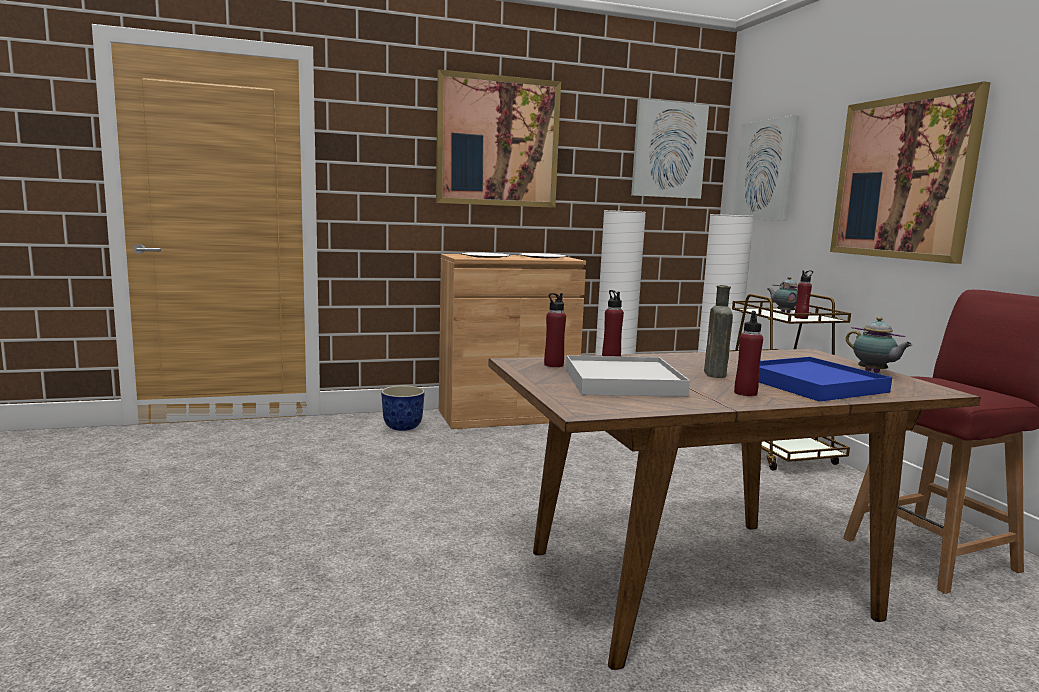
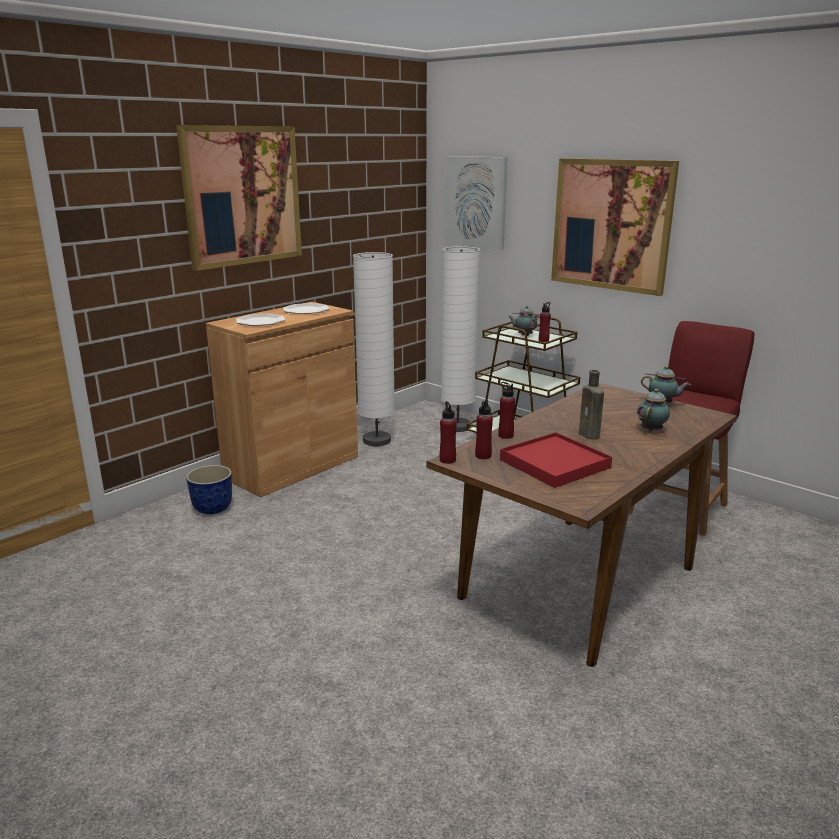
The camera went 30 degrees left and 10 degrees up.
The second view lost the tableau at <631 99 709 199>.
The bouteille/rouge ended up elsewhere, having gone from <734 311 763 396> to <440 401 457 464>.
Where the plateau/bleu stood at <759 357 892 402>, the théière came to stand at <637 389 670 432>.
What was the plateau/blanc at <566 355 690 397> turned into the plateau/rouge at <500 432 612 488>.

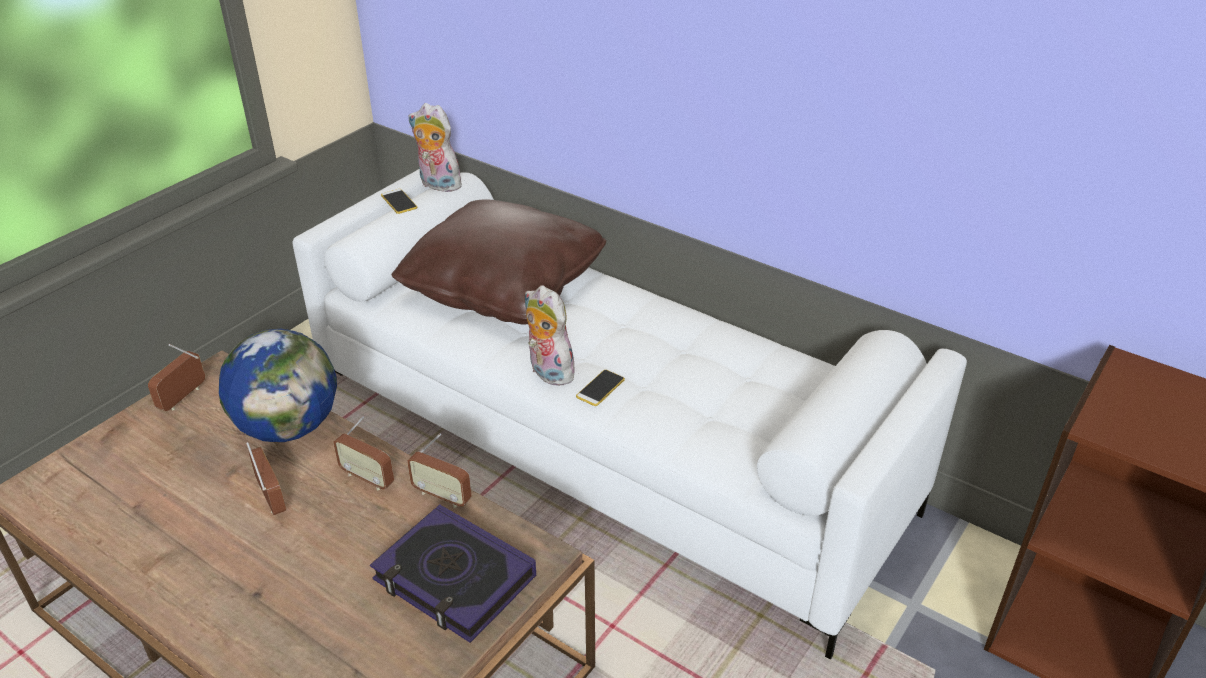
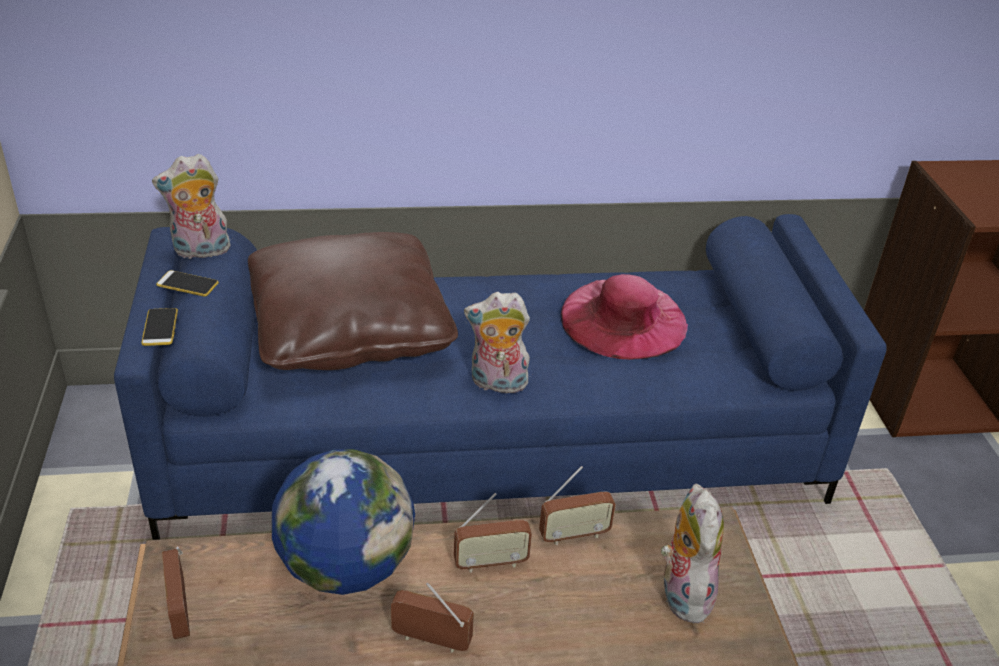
The camera went 45 degrees left and 0 degrees up.
The second view gained the chapeau/rose at <560 274 688 360>.
The téléphone ended up elsewhere, having gone from <576 370 625 406> to <141 308 178 346>.
Where the livre stood at <370 505 536 643>, the peluche came to stand at <661 484 724 623>.
What was the canapé/blanc at <293 169 967 660> turned into the canapé/bleu at <114 214 887 540>.

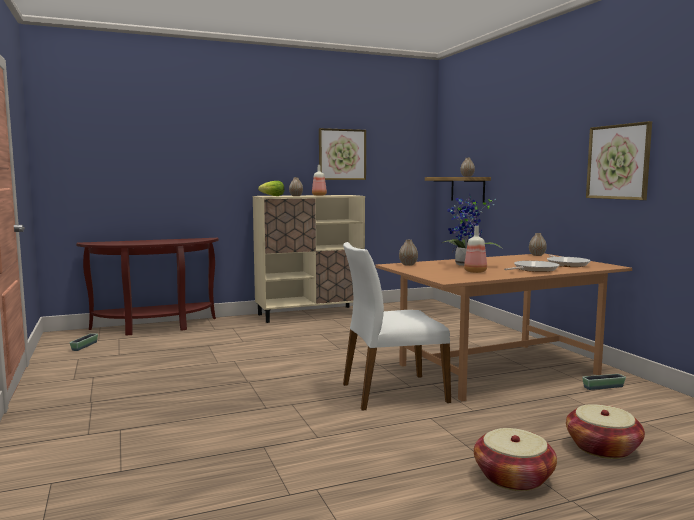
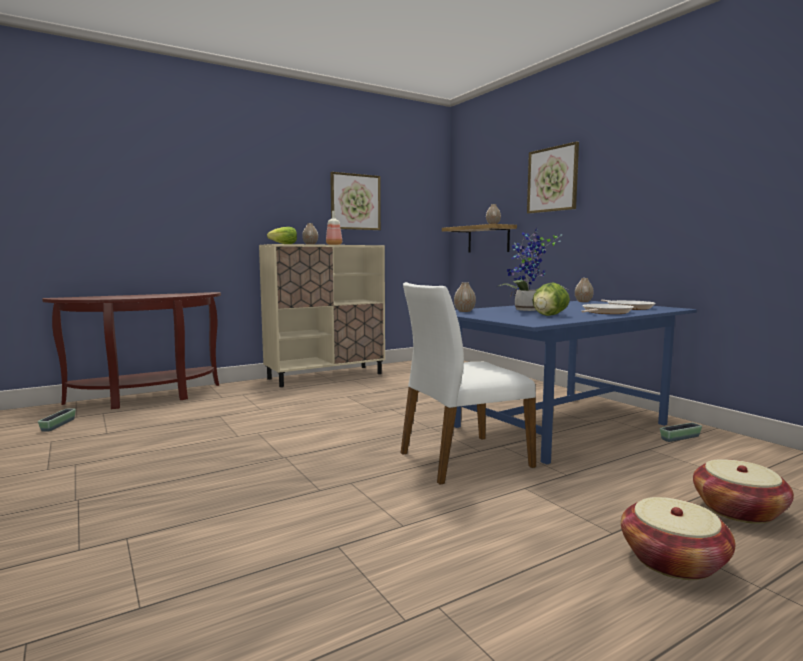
The camera went 10 degrees left and 0 degrees up.
The tableau ended up elsewhere, having gone from <586 121 652 200> to <527 142 579 213>.
Where the bouteille stood at <464 226 487 273>, the laitue came to stand at <533 282 570 316>.
What was the table à manger/marron at <375 254 632 401> turned into the table à manger/bleu at <454 301 697 465>.

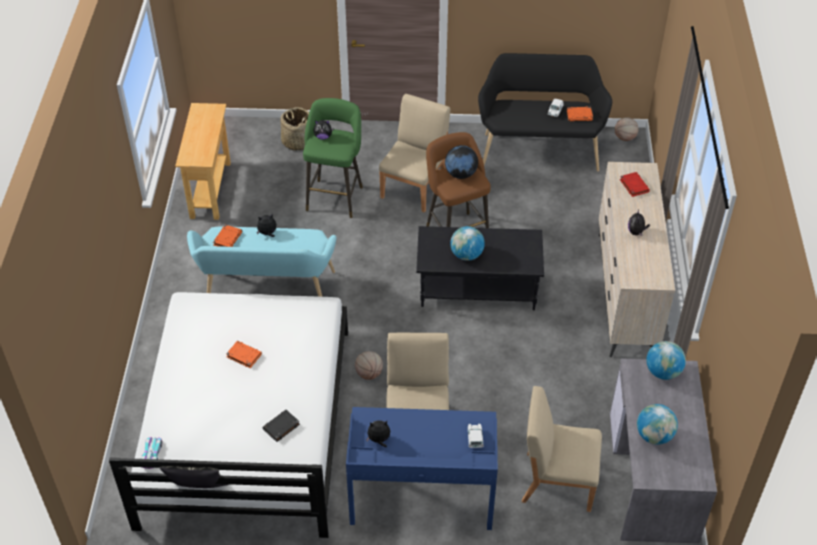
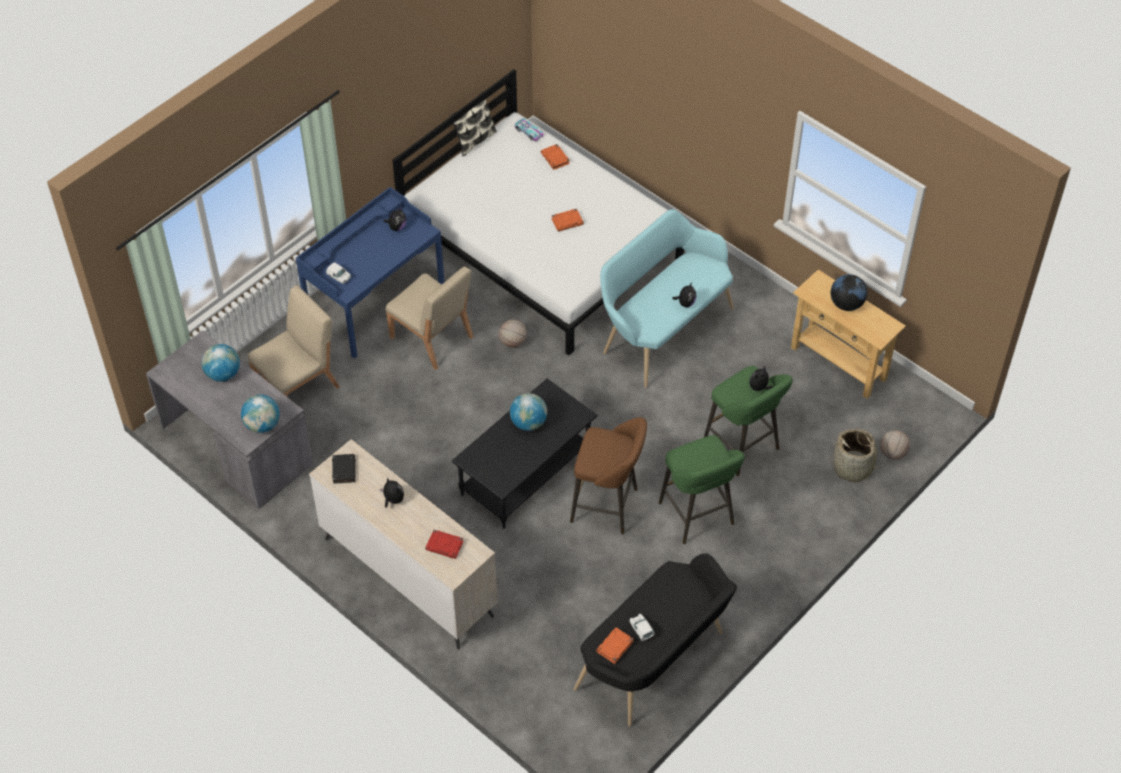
The camera went 130 degrees right and 5 degrees up.
The livre/orange ended up elsewhere, having gone from <213 225 242 247> to <541 144 570 170>.
The livre/noir ended up elsewhere, having gone from <262 410 300 442> to <332 454 356 484>.
The globe ended up elsewhere, having gone from <445 145 478 179> to <831 274 868 311>.
The ballon de basket ended up elsewhere, having gone from <615 117 639 141> to <880 430 910 460>.
Where the chaise/beige stood at <379 94 450 213>, the tabouret/vert came to stand at <659 435 745 544>.

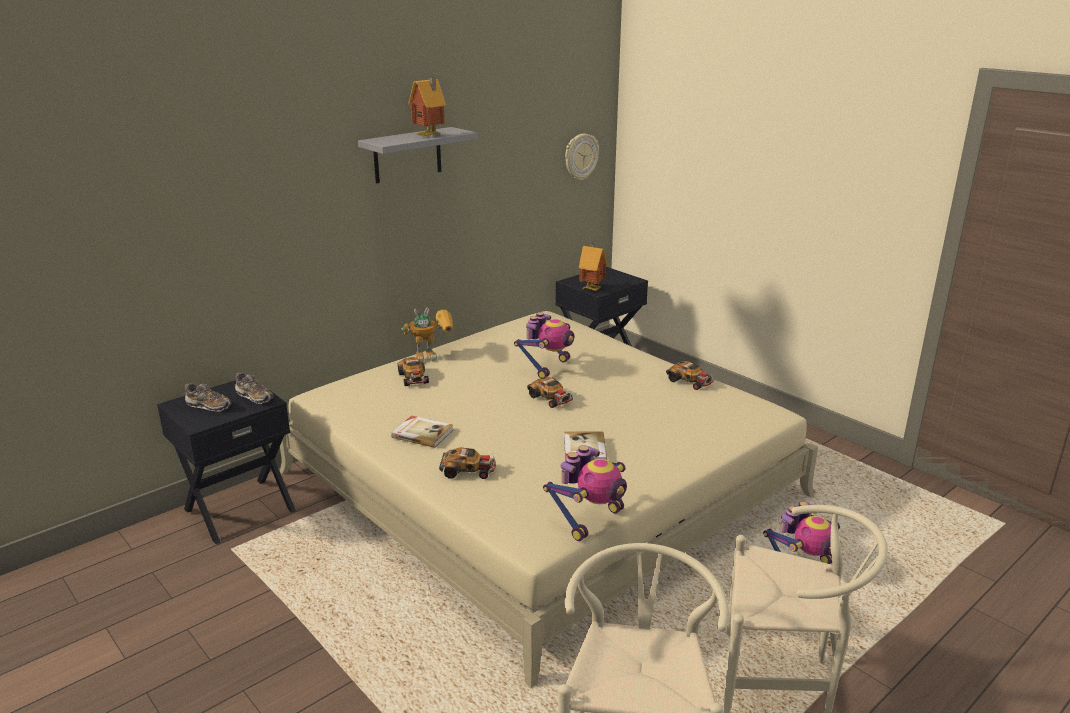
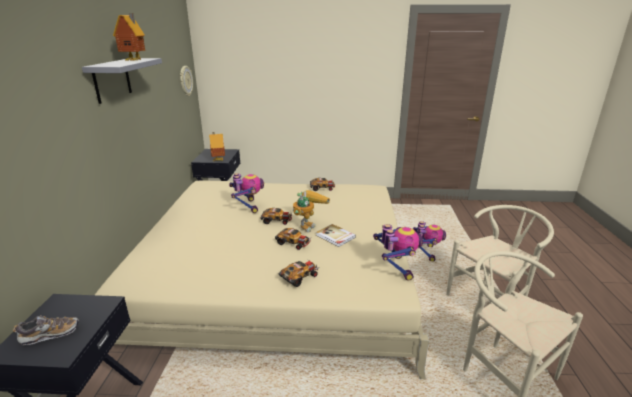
The camera went 45 degrees left and 0 degrees up.
The second view lost the chaussure at <235 372 273 404>.
The second view lost the livre at <391 416 453 448>.
The petite voiture ended up elsewhere, having gone from <398 357 429 386> to <275 228 310 250>.
The robot jouet ended up elsewhere, having gone from <401 307 453 361> to <293 190 330 233>.

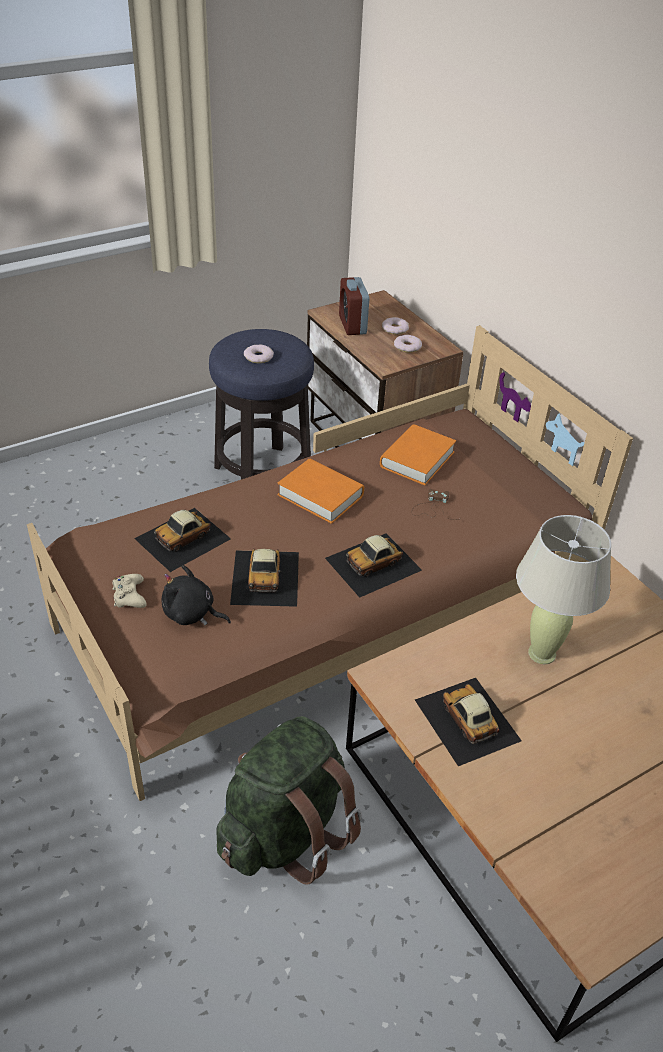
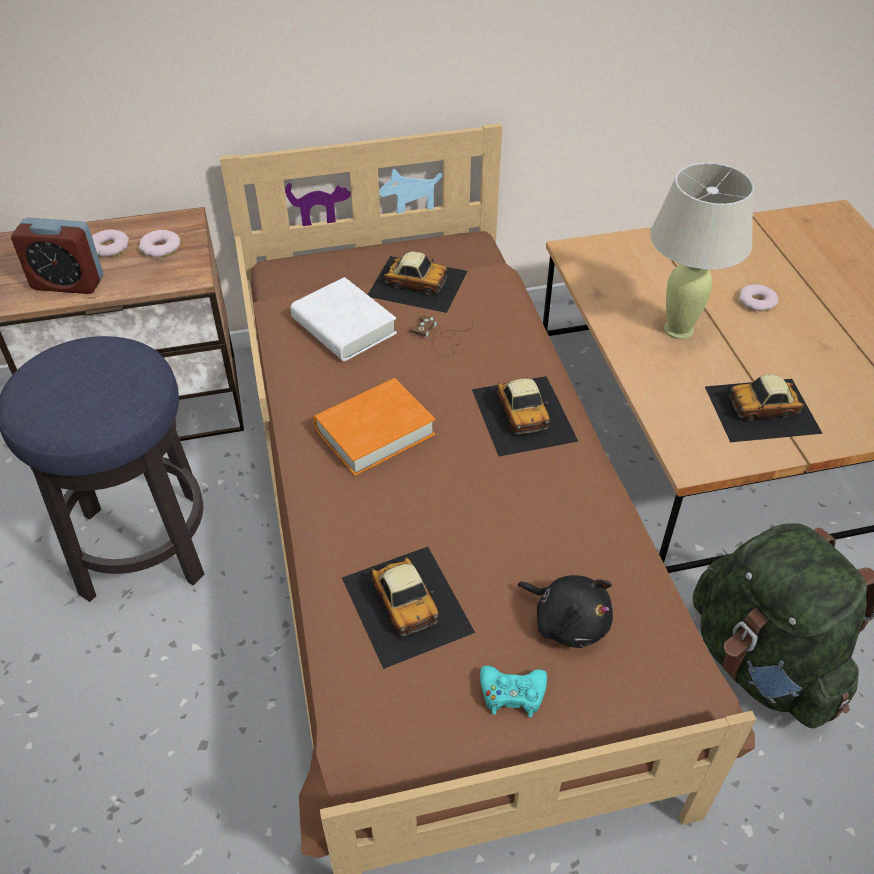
The camera went 70 degrees left and 5 degrees up.
The petite voiture ended up elsewhere, having gone from <230 549 299 607> to <367 252 467 313>.
The beignet ended up elsewhere, having gone from <244 345 274 363> to <739 284 778 311>.
What was the manette/beige at <113 574 147 608> turned into the manette/turquoise at <480 666 547 717>.
What was the livre/orange at <380 424 456 485> turned into the livre/blanc at <290 277 397 361>.
The peluche/noir at <161 565 231 626> ended up facing another way, 90 degrees counterclockwise from before.

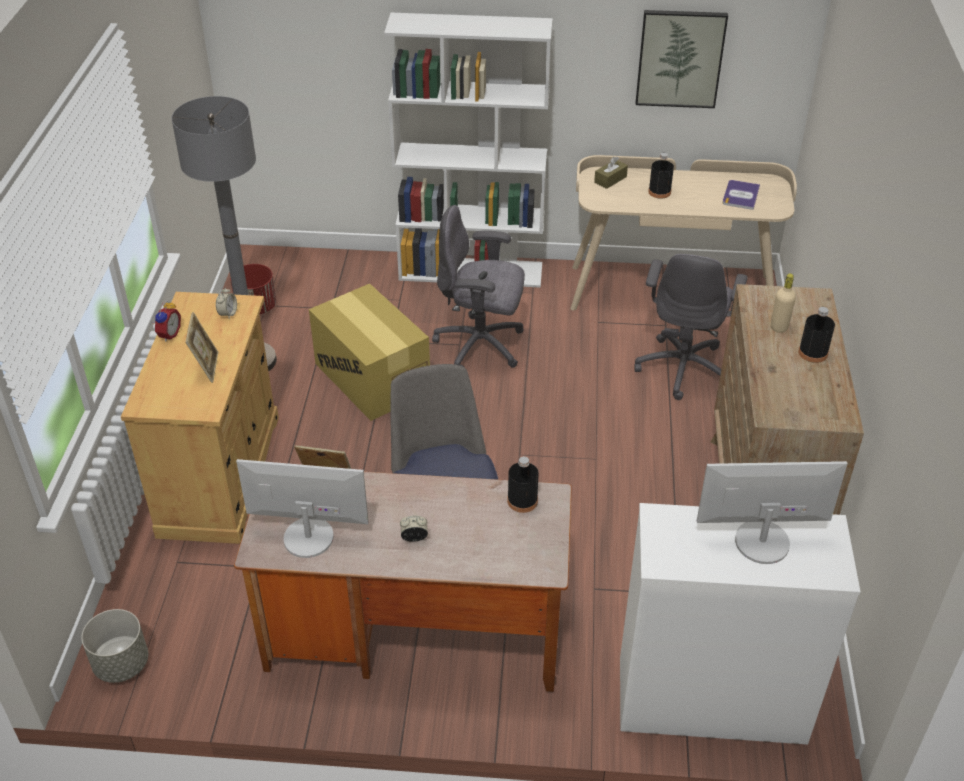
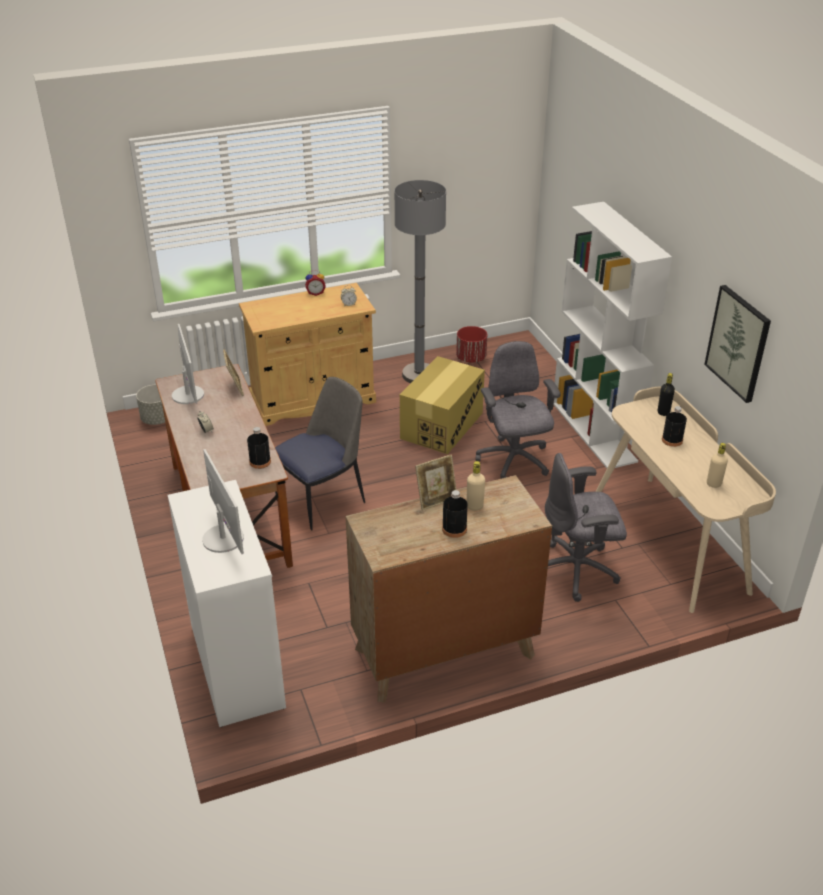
The camera went 65 degrees right and 5 degrees down.
The cadre photo ended up elsewhere, having gone from <185 312 218 383> to <415 454 456 510>.
Where the boîte à mouchoirs/marron stood at <594 156 628 189>, the bouteille/noir came to stand at <658 373 675 416>.
Where the livre stood at <723 180 760 210>, the bouteille/beige came to stand at <707 443 728 488>.

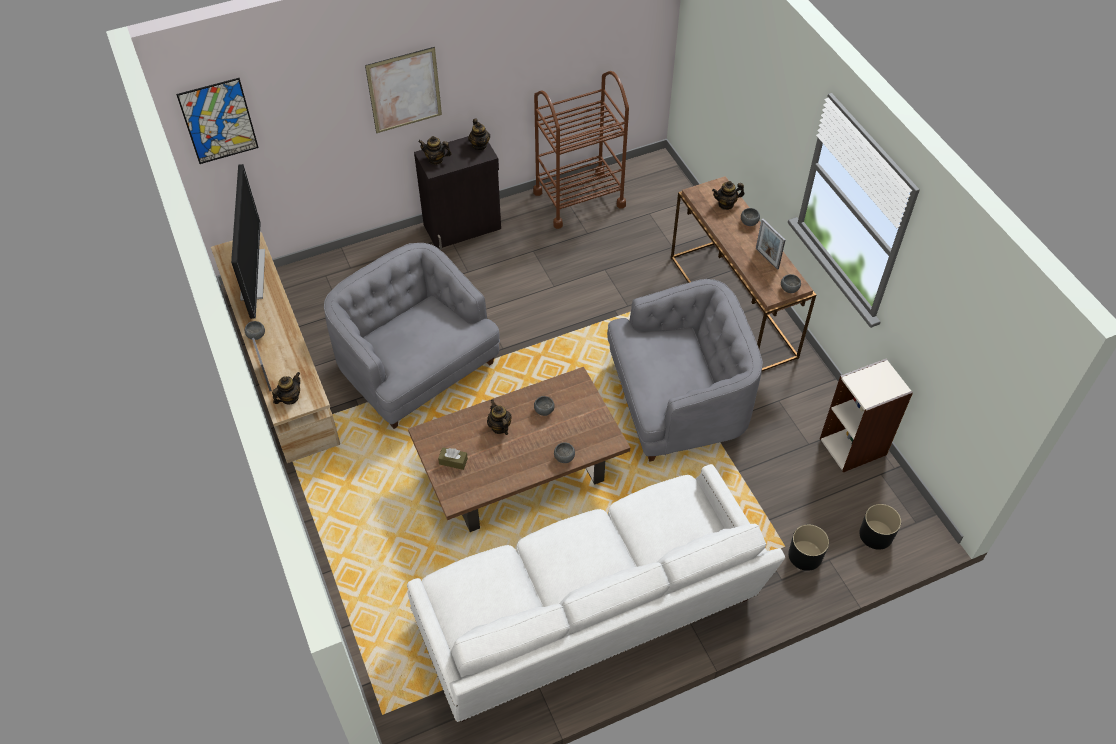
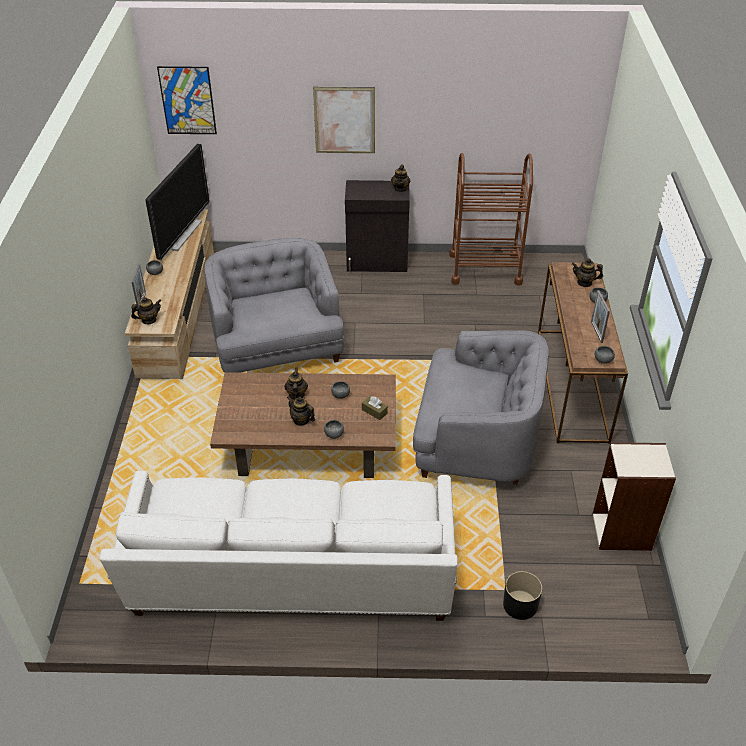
The camera went 25 degrees right and 10 degrees down.
The second view lost the cache-pot/noir at <859 504 901 550>.
The théière ended up elsewhere, having gone from <418 136 452 165> to <287 396 315 426>.
The boîte à mouchoirs/marron ended up elsewhere, having gone from <438 447 468 470> to <362 396 388 420>.

